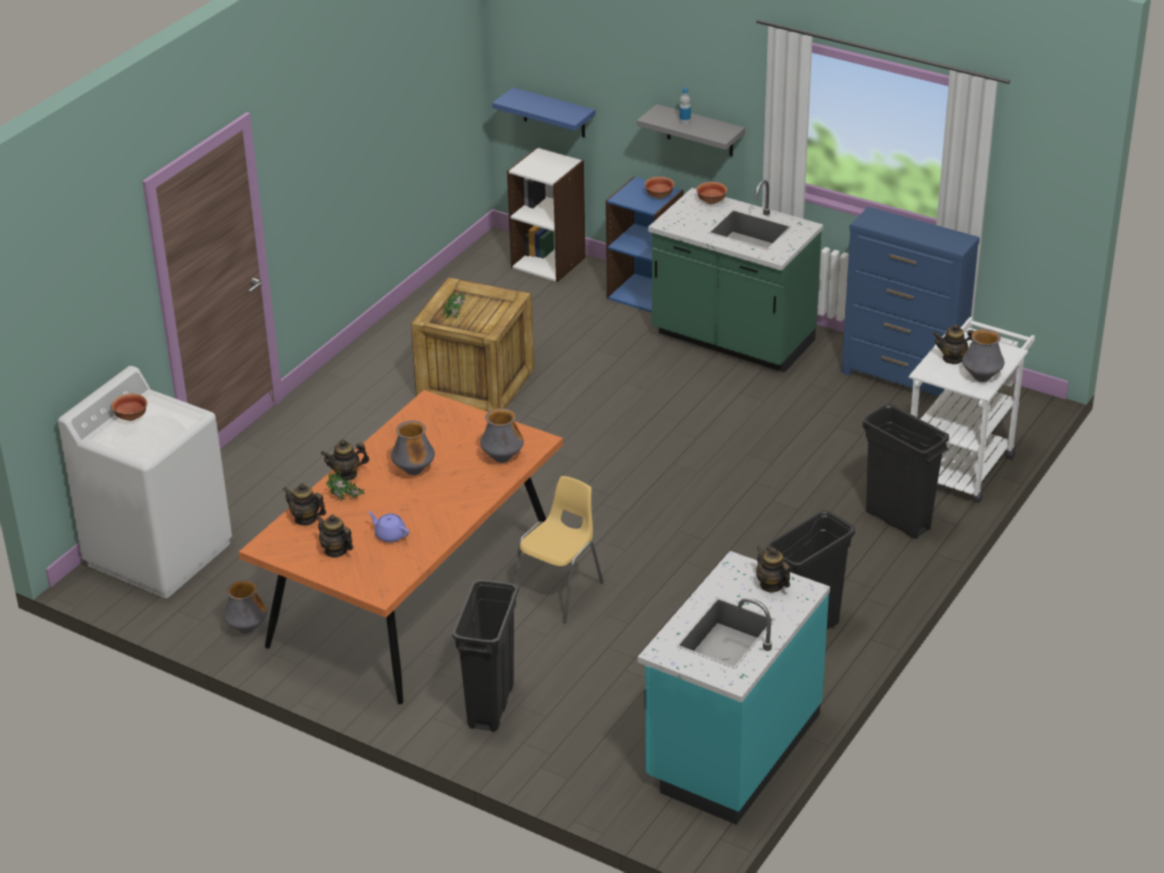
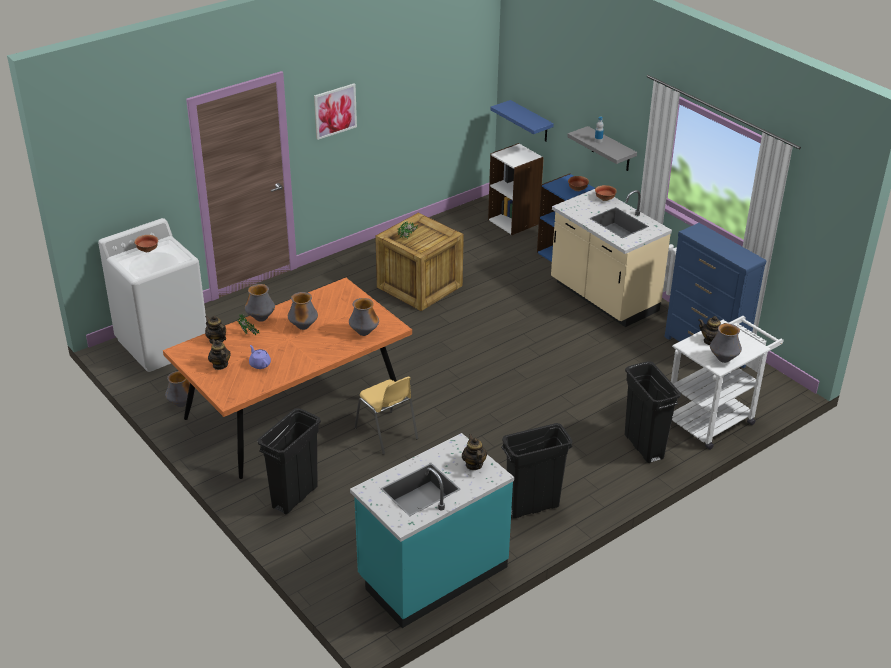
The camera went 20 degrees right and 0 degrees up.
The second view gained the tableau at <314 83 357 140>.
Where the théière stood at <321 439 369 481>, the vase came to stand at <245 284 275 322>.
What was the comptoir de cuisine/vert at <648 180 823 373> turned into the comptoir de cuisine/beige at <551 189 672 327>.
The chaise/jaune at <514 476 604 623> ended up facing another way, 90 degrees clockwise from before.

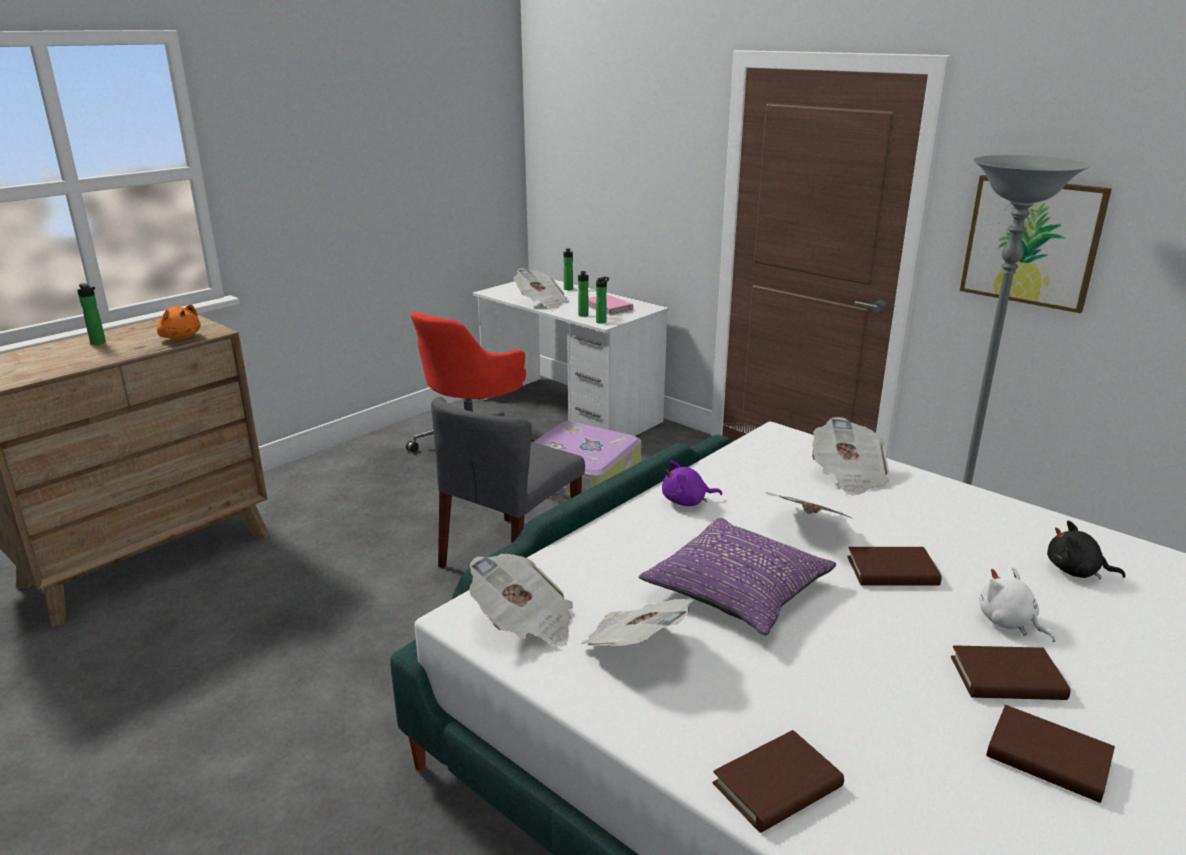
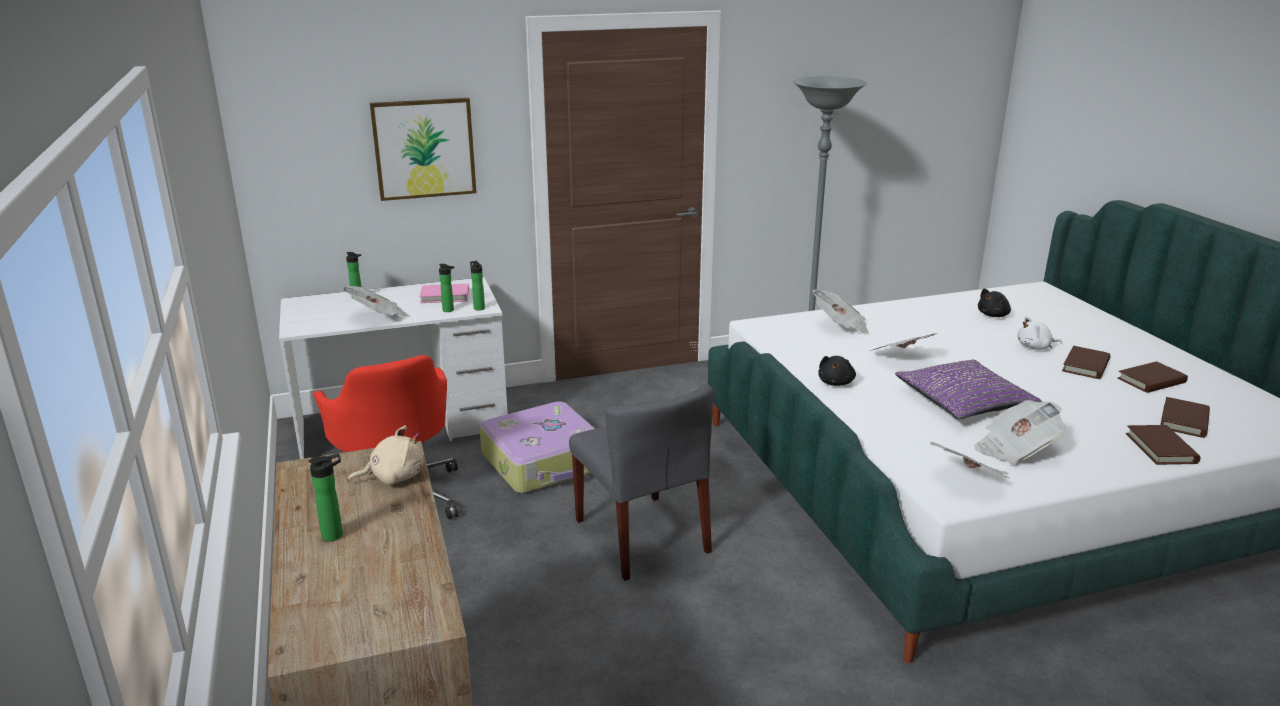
The camera went 60 degrees left and 0 degrees up.
The livre/marron ended up elsewhere, having gone from <847 547 942 586> to <1160 397 1210 438>.
The tableau ended up elsewhere, having gone from <960 175 1112 313> to <370 98 476 201>.
What was the peluche/orange at <157 304 201 340> turned into the peluche/beige at <348 426 424 485>.
What was the peluche/violet at <662 461 722 506> turned into the peluche/noir at <818 356 856 386>.

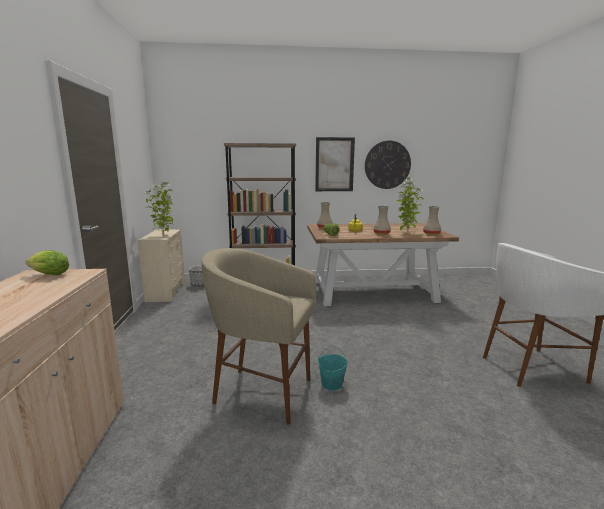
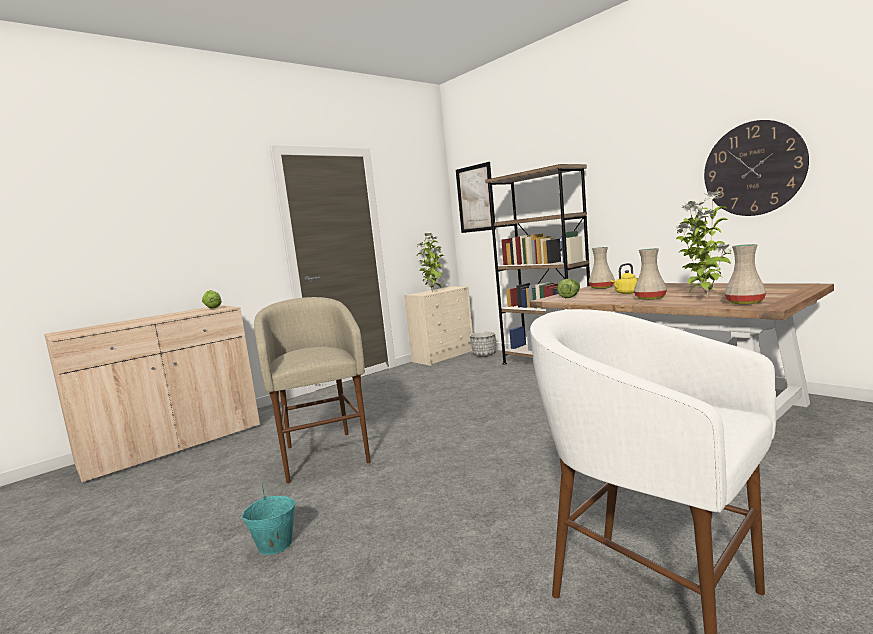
The camera went 55 degrees right and 5 degrees down.
The tableau ended up elsewhere, having gone from <315 137 355 191> to <456 162 496 233>.
The seau/turquoise ended up elsewhere, having gone from <318 346 348 391> to <242 482 296 555>.

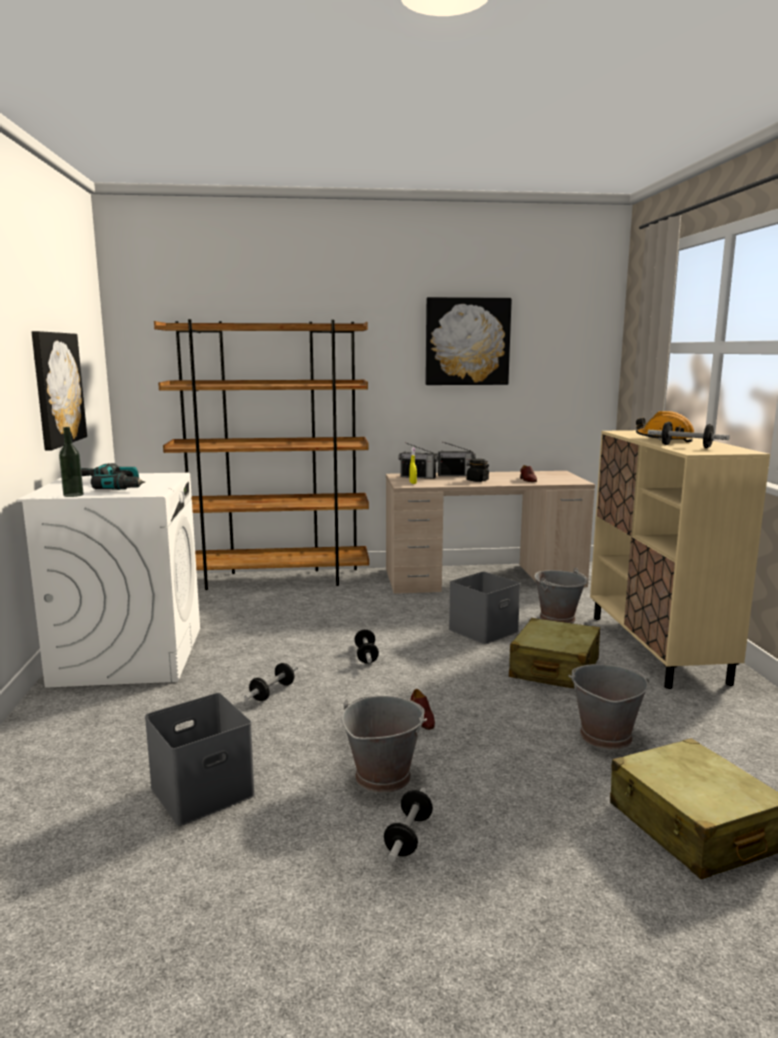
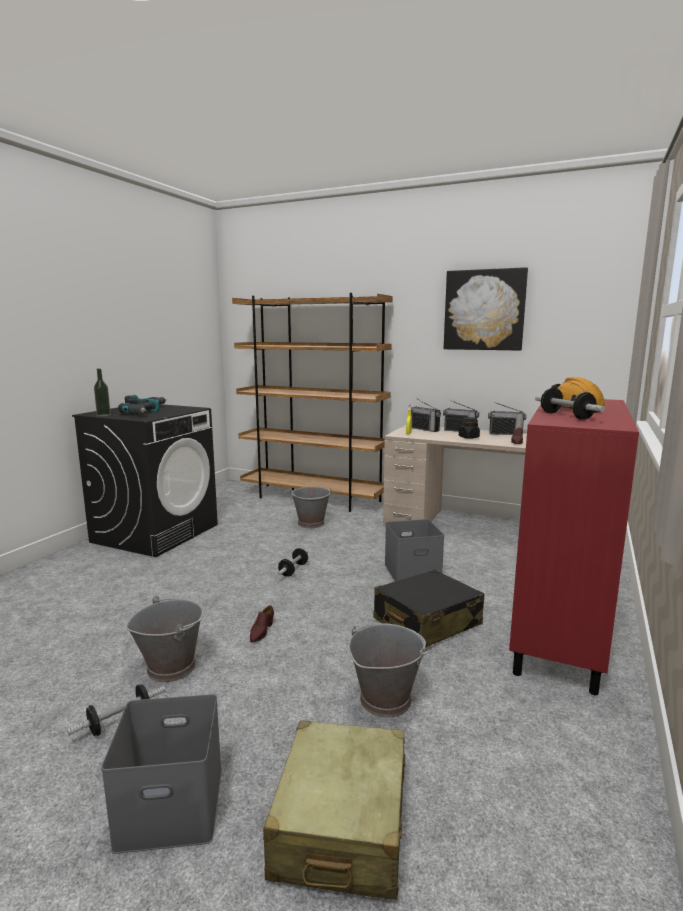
The camera went 30 degrees right and 0 degrees up.
The second view lost the tableau at <32 331 87 451>.
The second view lost the haltère at <244 663 298 701>.
The second view gained the radio at <488 402 527 435>.
The boîte de rangement/gris ended up elsewhere, having gone from <145 693 255 826> to <101 694 222 854>.
The seau/gris ended up elsewhere, having gone from <534 568 588 623> to <289 487 333 528>.
What was the lave-linge/blanc at <17 473 200 688> turned into the lave-linge/noir at <72 404 218 557>.
What was the valise/beige at <509 618 600 689> turned into the valise/noir at <374 569 484 648>.
What was the meuble de rangement/beige at <590 430 770 689> turned into the meuble de rangement/rouge at <509 399 639 695>.

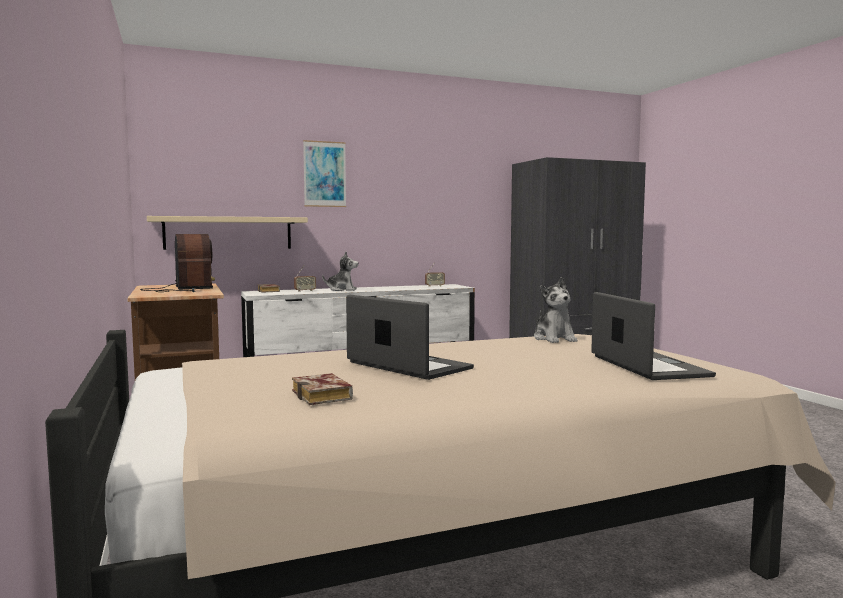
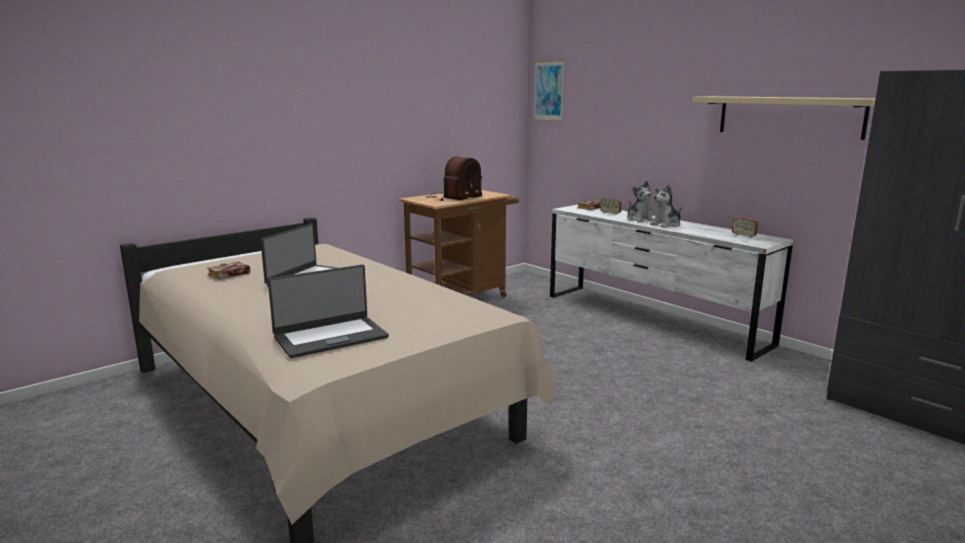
The camera went 70 degrees right and 10 degrees up.
The étagère/beige ended up elsewhere, having gone from <147 216 308 250> to <693 96 876 140>.
The tableau ended up elsewhere, having gone from <303 140 346 207> to <534 60 564 122>.
The peluche ended up elsewhere, having gone from <534 277 577 343> to <650 185 681 228>.

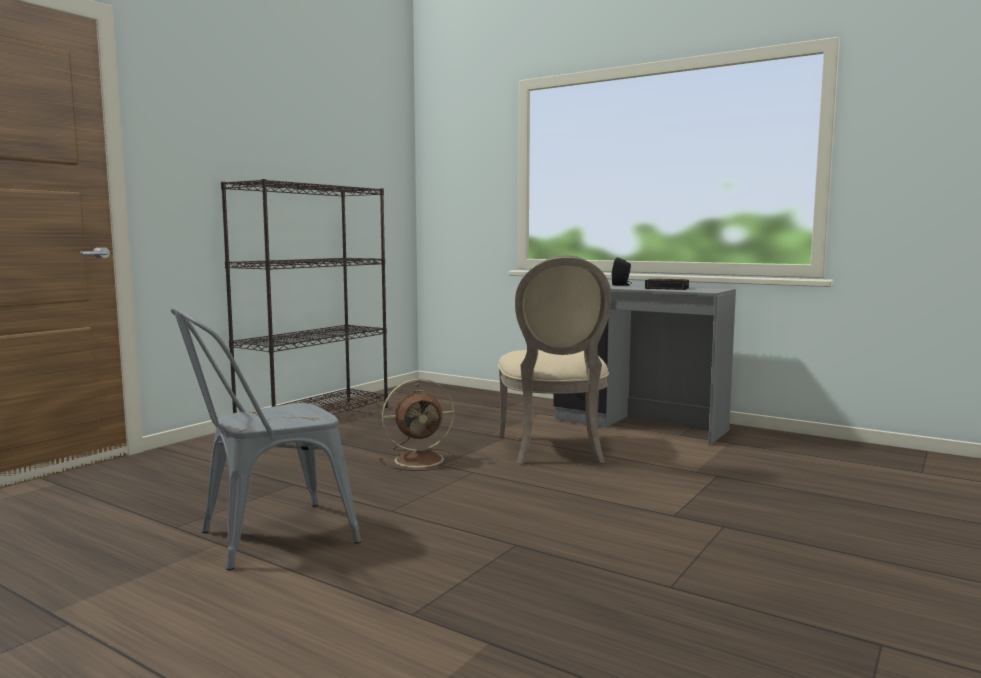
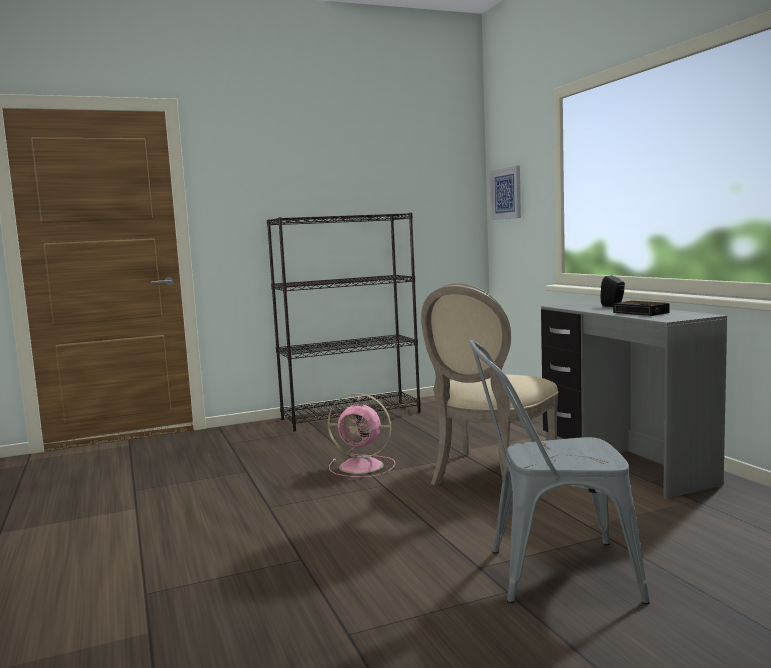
The camera went 35 degrees right and 0 degrees up.
The second view gained the tableau at <490 166 521 220>.
The chaise/gris ended up elsewhere, having gone from <171 308 361 570> to <469 340 650 604>.
What was the ventilateur/marron at <379 379 457 471> turned into the ventilateur/rose at <327 393 395 477>.

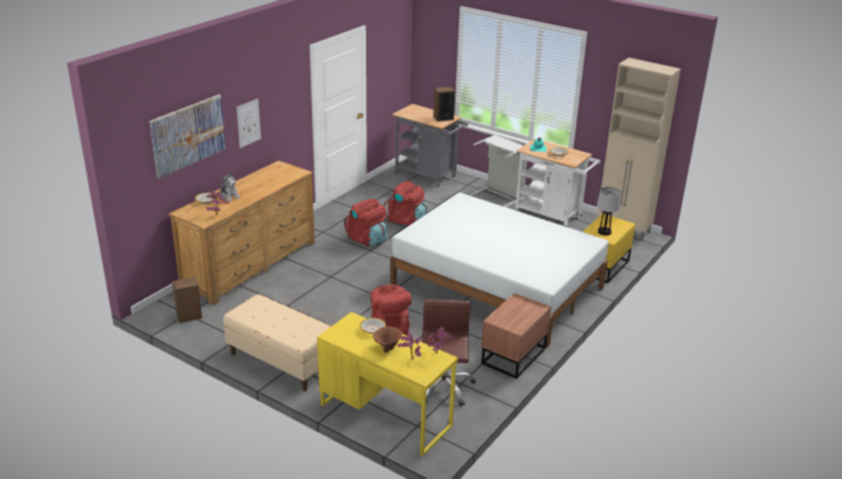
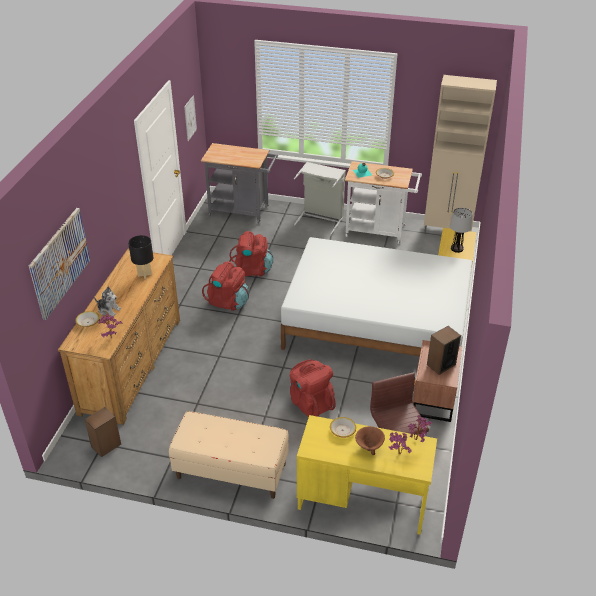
The camera went 20 degrees left and 10 degrees up.
The second view gained the lampe de table/noir at <128 235 153 279>.
The tableau ended up elsewhere, having gone from <237 99 261 148> to <184 95 197 141>.
The enceinte ended up elsewhere, having gone from <433 87 455 122> to <427 326 461 375>.

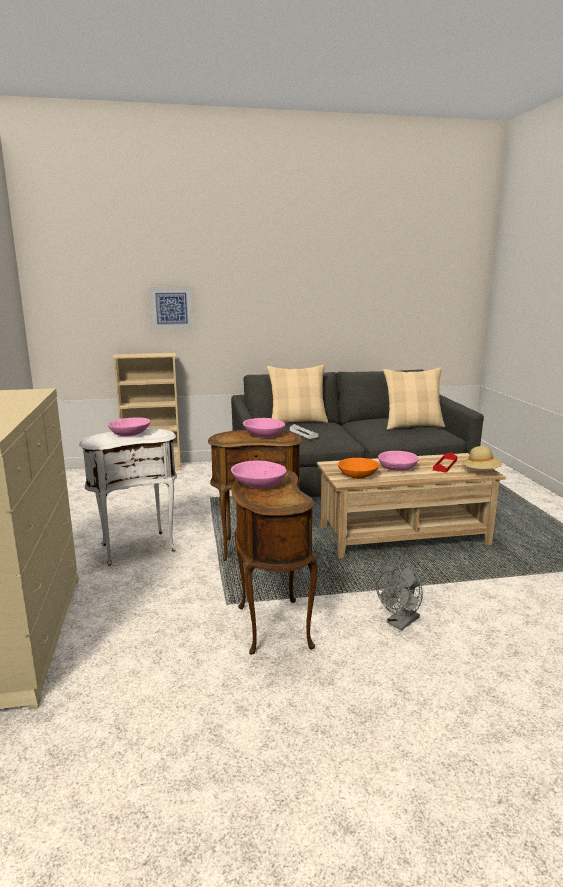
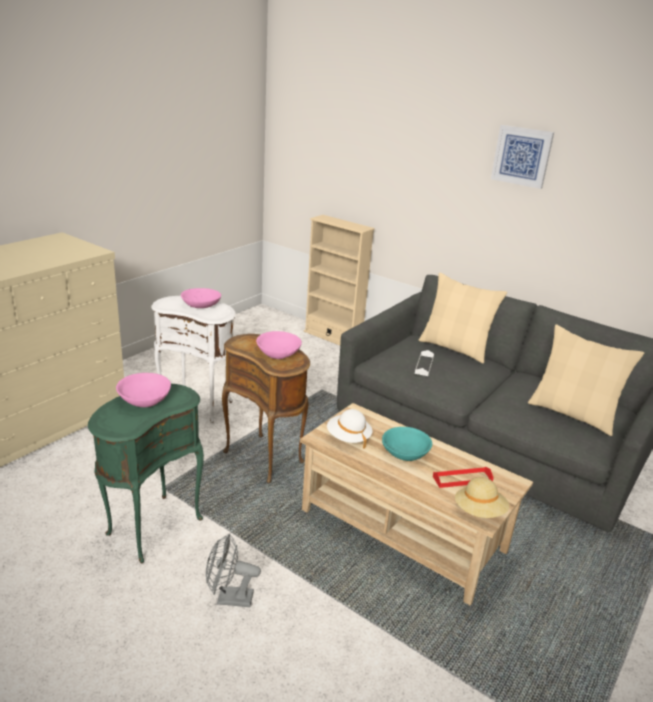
The camera went 45 degrees right and 10 degrees up.
The tableau ended up elsewhere, having gone from <149 287 193 330> to <491 125 554 189>.
Where the bol/orange stood at <338 458 379 479>, the chapeau/blanc came to stand at <327 409 372 449>.
What was the table d'appoint/marron at <231 470 318 655> turned into the table d'appoint/vert at <88 384 204 564>.
What was the bol/rose at <378 451 419 471> turned into the bol/turquoise at <382 427 432 461>.

